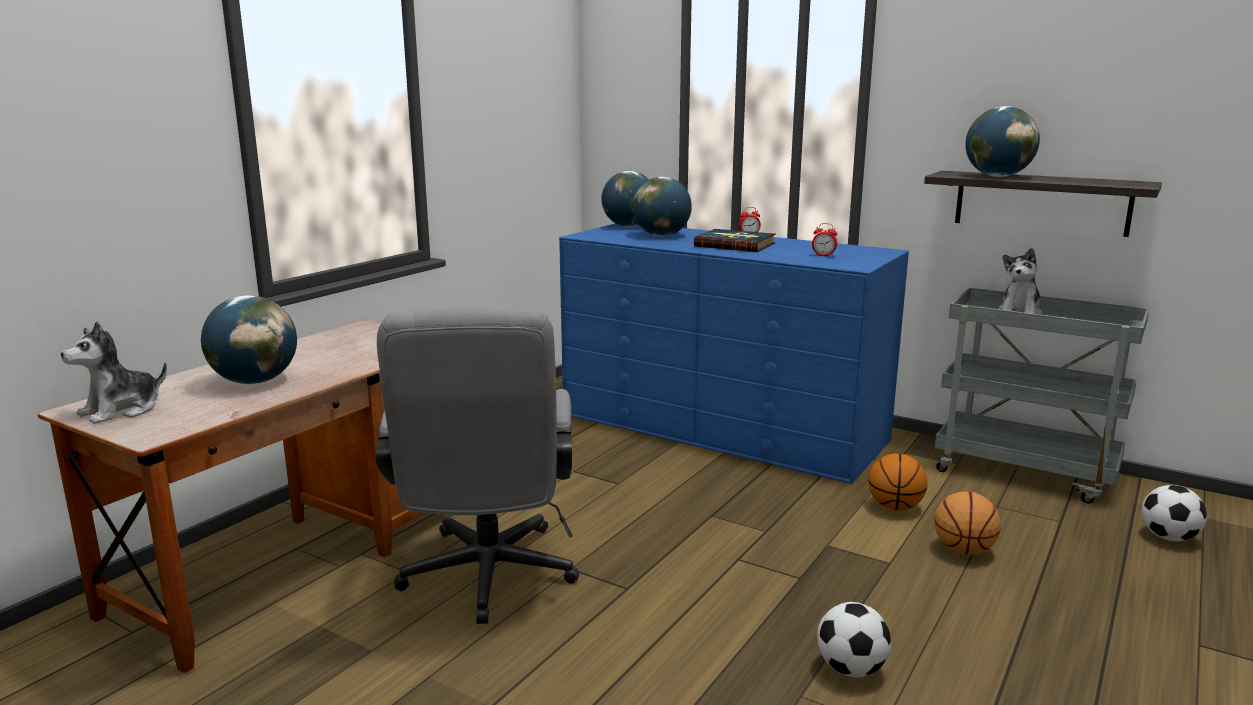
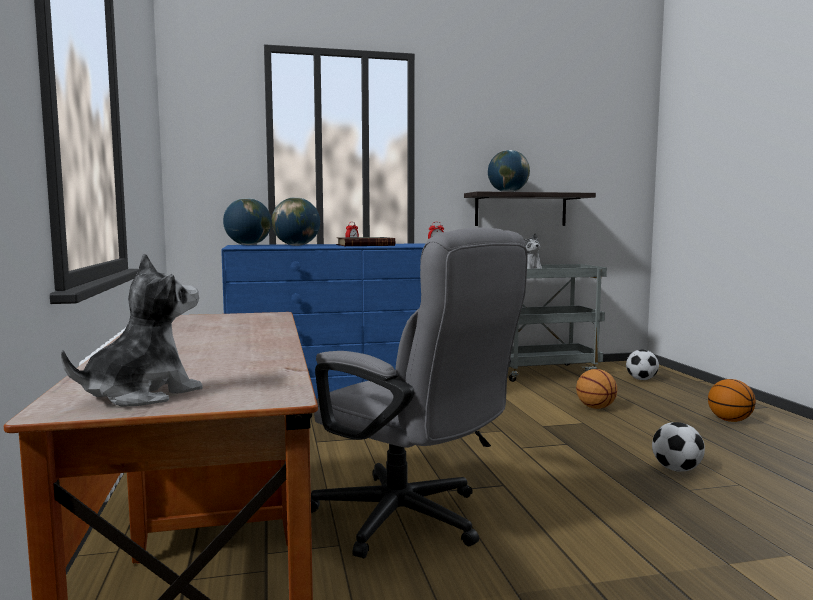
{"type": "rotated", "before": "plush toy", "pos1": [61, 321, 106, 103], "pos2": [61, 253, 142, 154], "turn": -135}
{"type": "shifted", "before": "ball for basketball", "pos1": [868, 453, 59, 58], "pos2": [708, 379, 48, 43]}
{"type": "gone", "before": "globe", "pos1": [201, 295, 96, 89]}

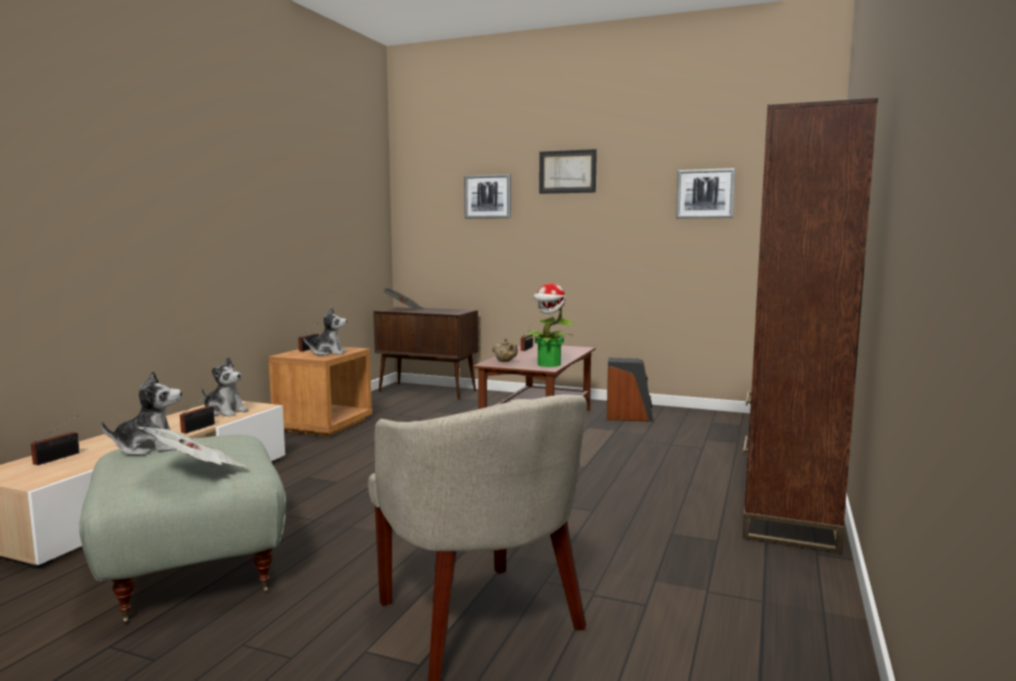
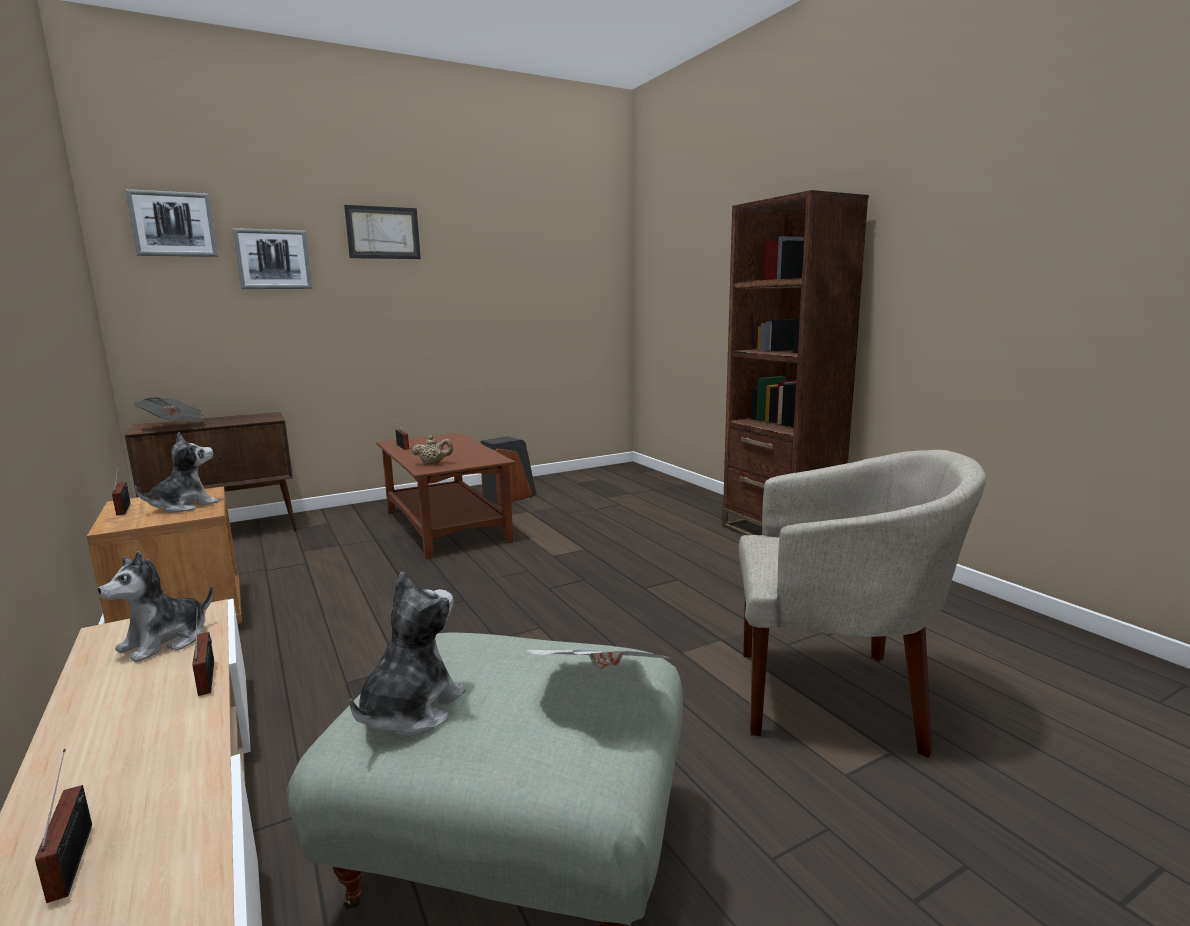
{"type": "rotated", "before": "plush toy", "pos1": [202, 357, 47, 60], "pos2": [98, 551, 115, 112], "turn": 150}
{"type": "shifted", "before": "picture", "pos1": [676, 168, 59, 50], "pos2": [125, 189, 93, 68]}
{"type": "gone", "before": "potted plant", "pos1": [522, 283, 52, 84]}

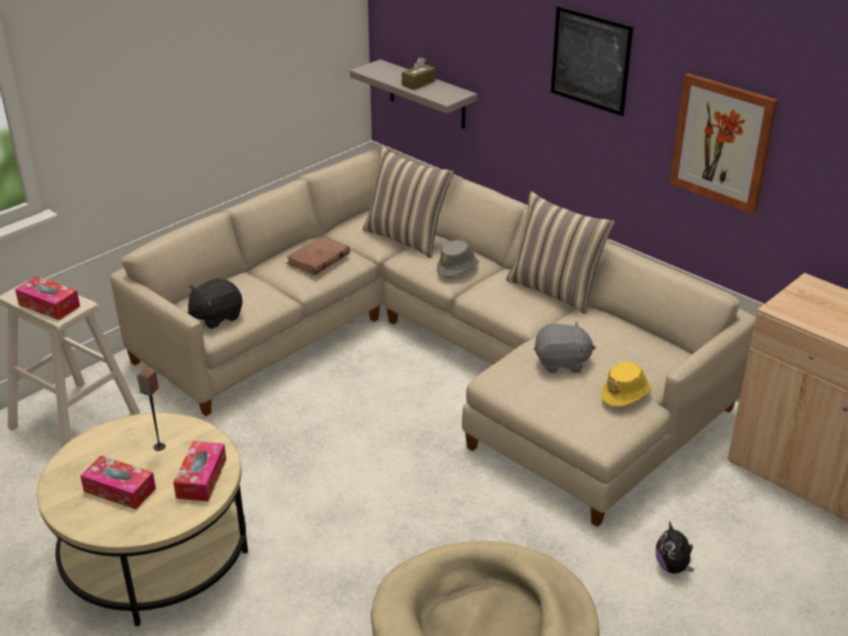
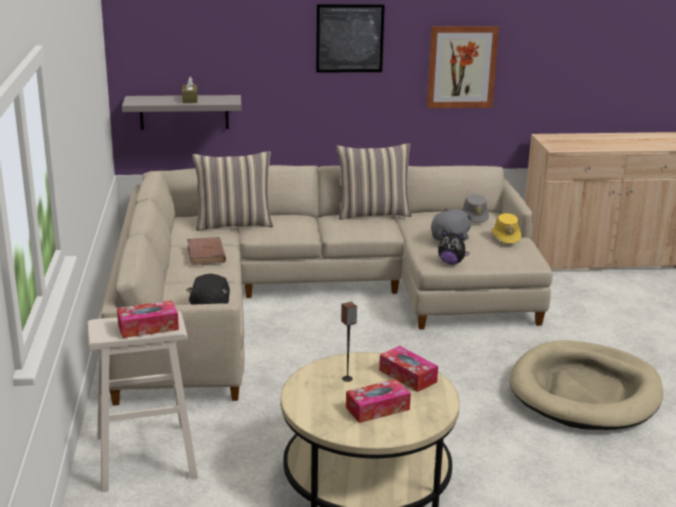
{"type": "shifted", "before": "plush toy", "pos1": [656, 522, 38, 52], "pos2": [438, 230, 32, 35]}
{"type": "shifted", "before": "clothing hat in gray", "pos1": [437, 240, 42, 37], "pos2": [462, 194, 27, 29]}

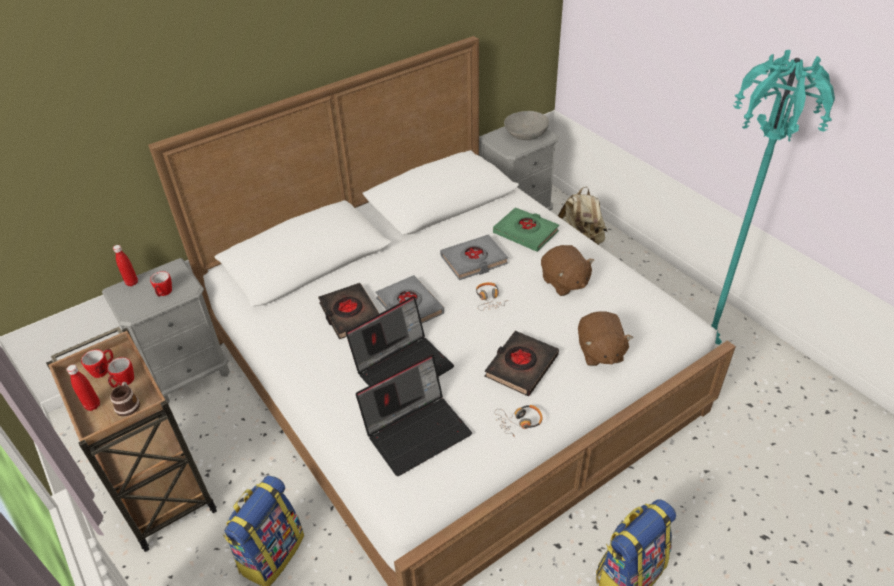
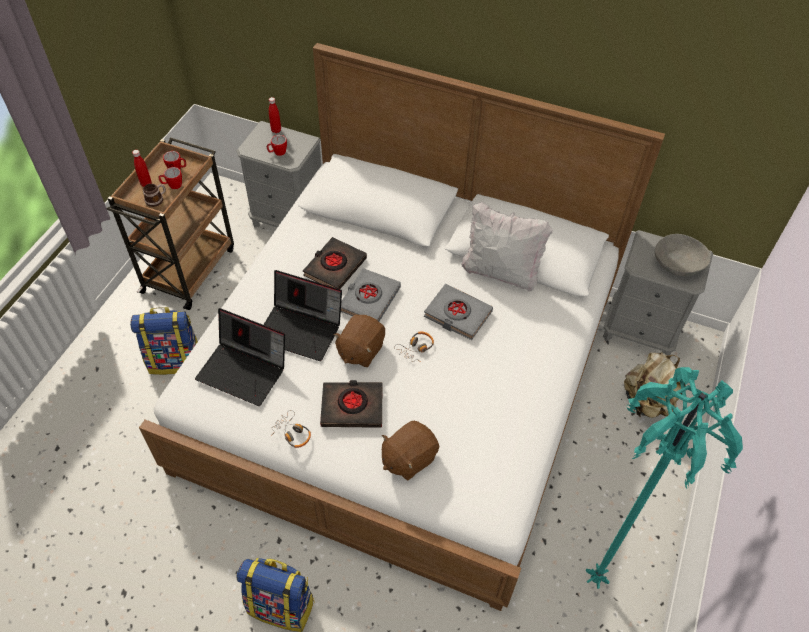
{"type": "shifted", "before": "plush toy in brown-coloured", "pos1": [541, 245, 53, 51], "pos2": [333, 315, 52, 52]}
{"type": "new", "after": "cushion in whitish", "pos2": [461, 201, 92, 91]}
{"type": "gone", "before": "volume in green-coloured", "pos1": [493, 207, 66, 45]}

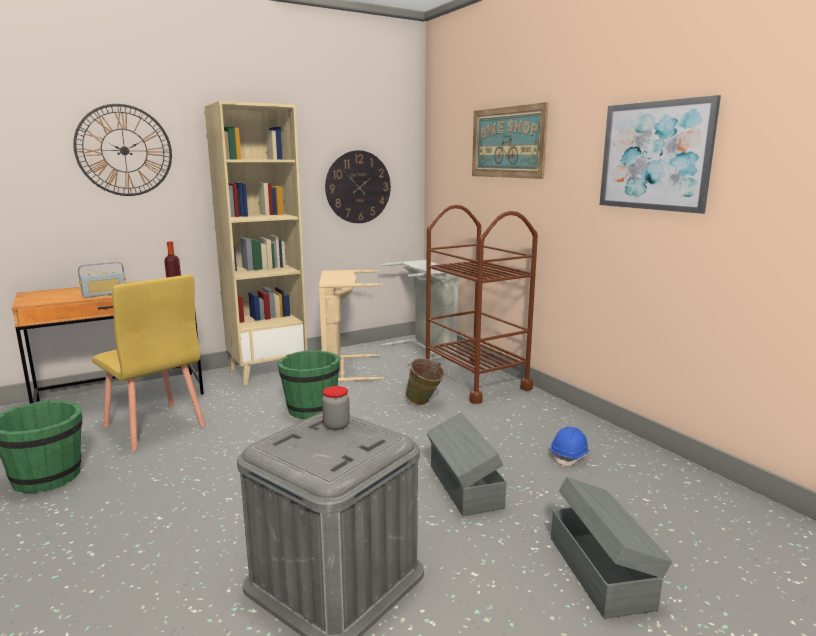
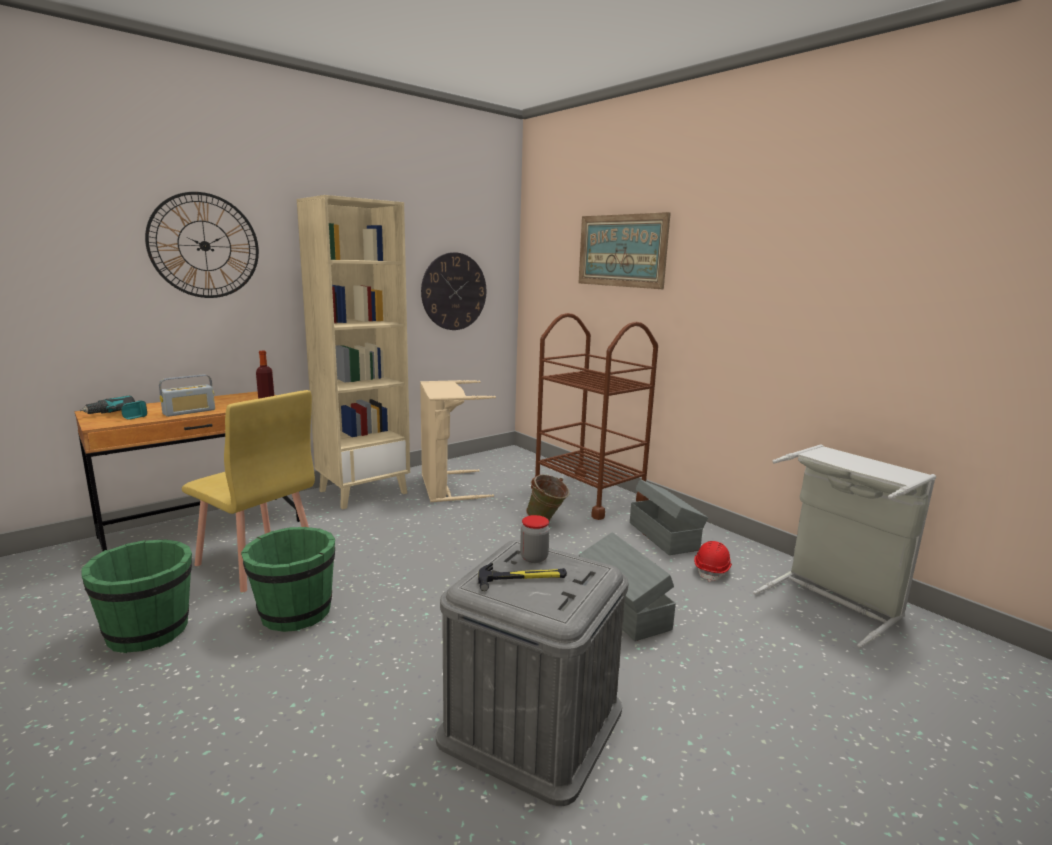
{"type": "new", "after": "drill", "pos2": [80, 396, 67, 24]}
{"type": "shifted", "before": "water bucket in green-coloured", "pos1": [277, 350, 63, 69], "pos2": [241, 527, 94, 105]}
{"type": "new", "after": "tool hammer", "pos2": [478, 563, 89, 28]}
{"type": "shifted", "before": "storage container in gray", "pos1": [551, 477, 121, 142], "pos2": [630, 479, 78, 76]}
{"type": "repainted", "before": "hard hat in blue-coloured", "after": "hard hat in reddish", "pos1": [551, 427, 39, 40], "pos2": [694, 541, 38, 41]}
{"type": "shifted", "before": "washing basket in gray", "pos1": [380, 260, 78, 104], "pos2": [753, 444, 183, 204]}
{"type": "gone", "before": "picture", "pos1": [600, 95, 121, 119]}

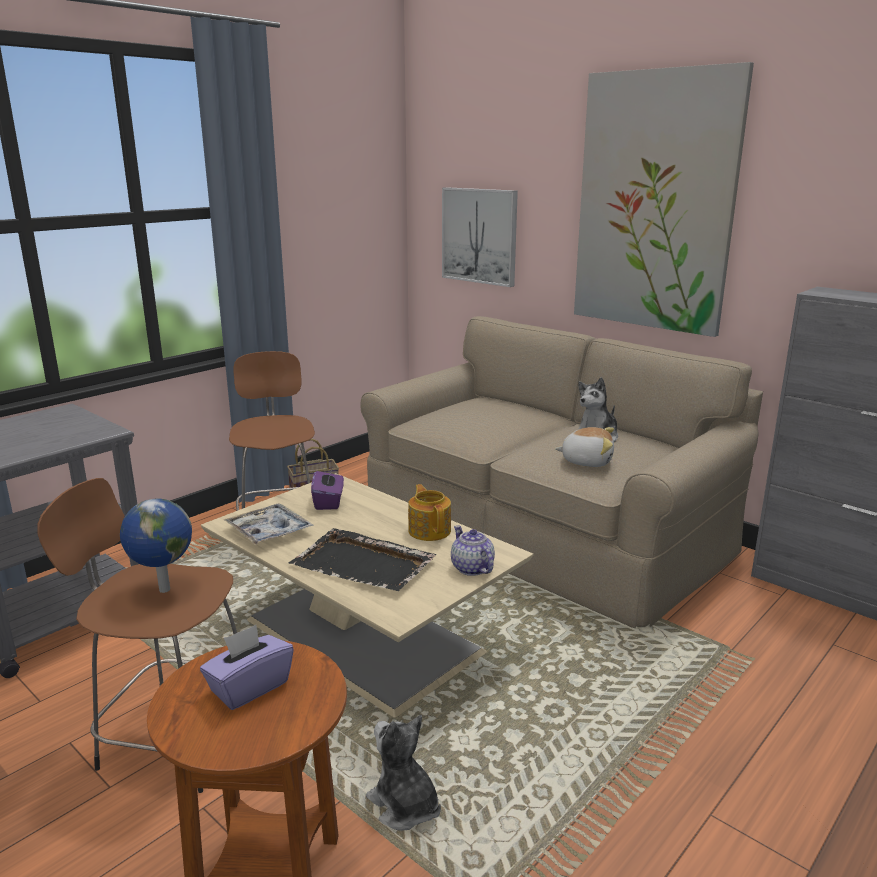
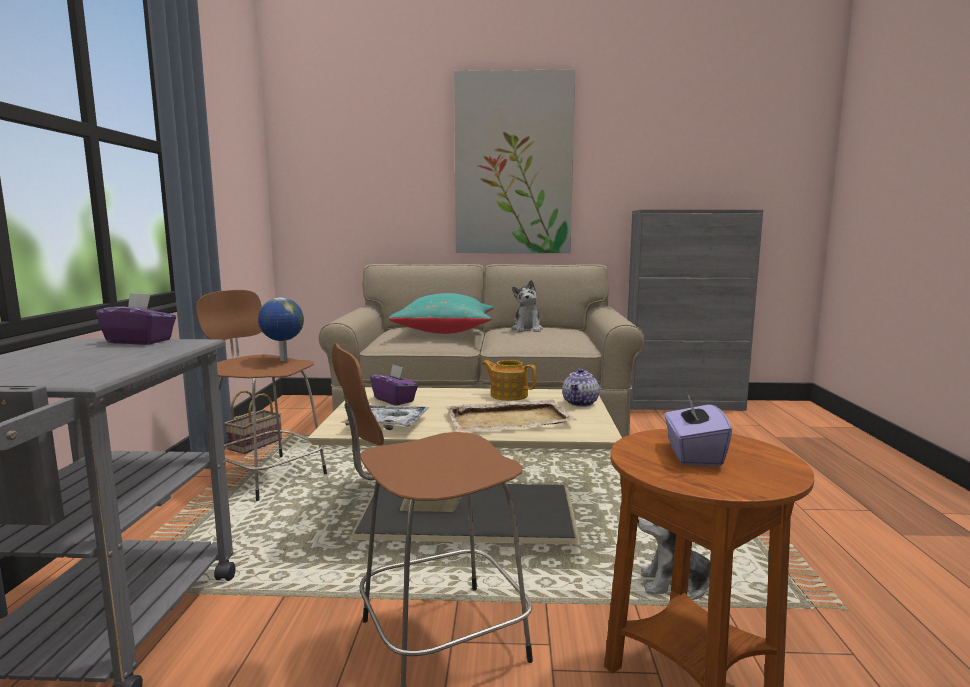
{"type": "new", "after": "box of tissues in purplish", "pos2": [96, 293, 80, 52]}
{"type": "shifted", "before": "globe", "pos1": [120, 499, 72, 94], "pos2": [258, 297, 46, 64]}
{"type": "new", "after": "cushion in turquoise-coloured", "pos2": [389, 293, 105, 41]}
{"type": "repainted", "before": "tray in black", "after": "tray in sand-coloured", "pos1": [289, 528, 147, 63], "pos2": [446, 400, 130, 32]}
{"type": "rotated", "before": "teapot", "pos1": [451, 526, 44, 50], "pos2": [562, 368, 37, 39], "turn": -90}
{"type": "gone", "before": "picture", "pos1": [442, 187, 76, 100]}
{"type": "gone", "before": "plush toy", "pos1": [555, 427, 59, 40]}

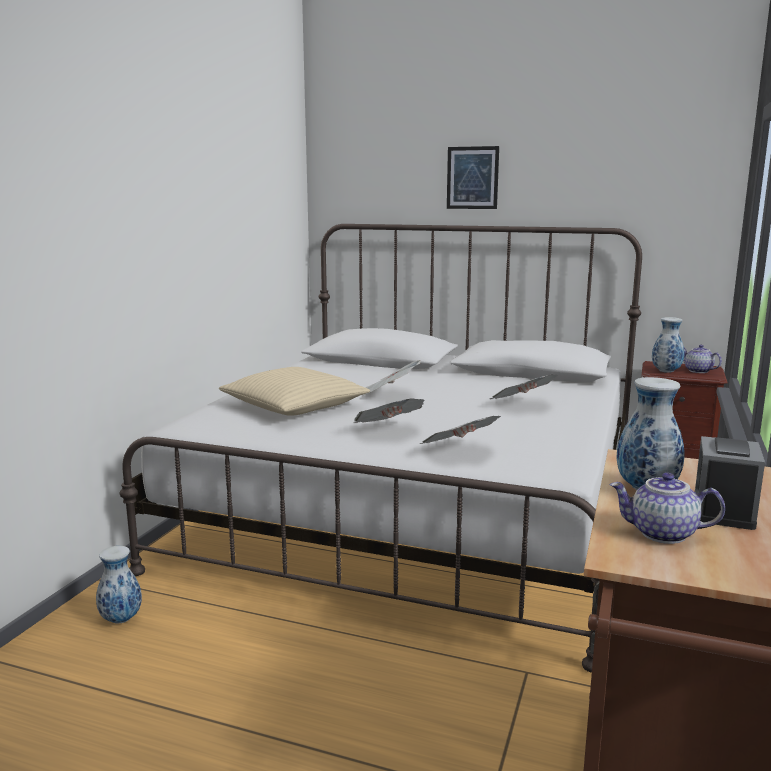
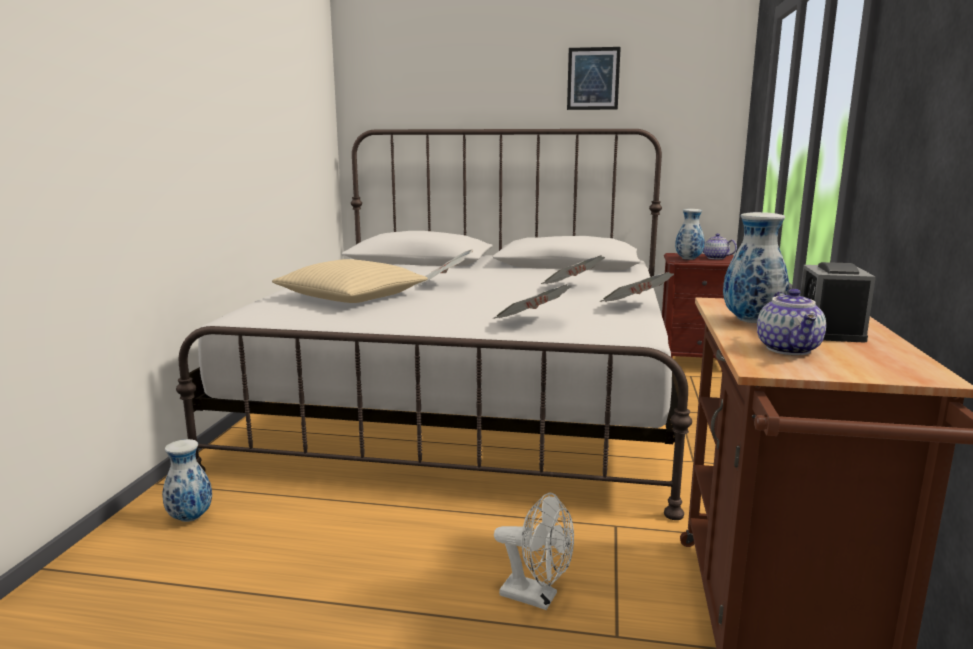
{"type": "new", "after": "cooling fan in whitish", "pos2": [494, 492, 80, 118]}
{"type": "shifted", "before": "picture", "pos1": [447, 146, 52, 63], "pos2": [567, 47, 54, 63]}
{"type": "shifted", "before": "printed paper", "pos1": [354, 398, 71, 25], "pos2": [599, 272, 75, 30]}
{"type": "rotated", "before": "teapot", "pos1": [609, 473, 116, 71], "pos2": [757, 289, 69, 66], "turn": -90}

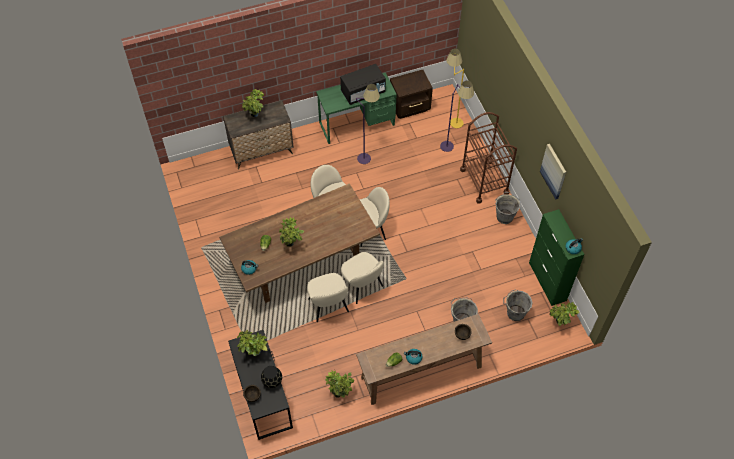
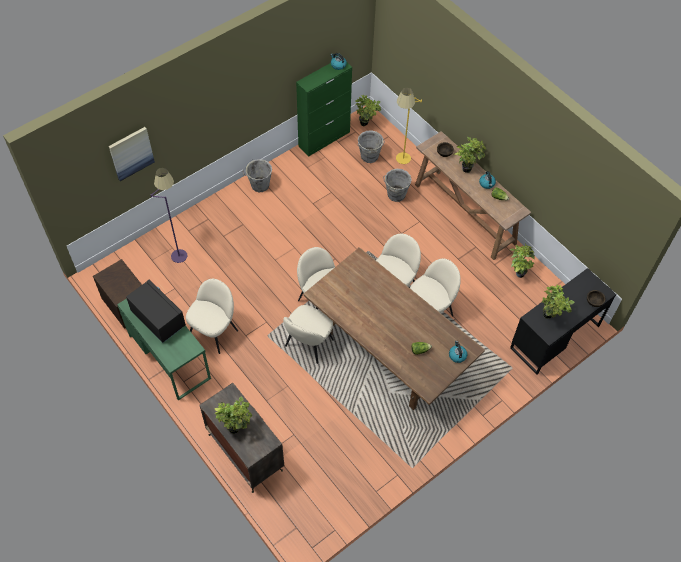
{"type": "shifted", "before": "picture", "pos1": [540, 144, 26, 56], "pos2": [109, 127, 46, 54]}
{"type": "swapped", "before": "floor lamp in purplish", "after": "chair in sand-coloured", "pos1": [356, 84, 24, 80], "pos2": [186, 279, 52, 75]}
{"type": "shifted", "before": "floor lamp in yellow-coloured", "pos1": [446, 49, 18, 79], "pos2": [396, 88, 26, 76]}
{"type": "shifted", "before": "potted plant", "pos1": [279, 217, 25, 29], "pos2": [453, 137, 33, 36]}
{"type": "gone", "before": "decorative vase in black", "pos1": [261, 366, 21, 22]}
{"type": "gone", "before": "cart in brown-coloured", "pos1": [460, 112, 57, 92]}

